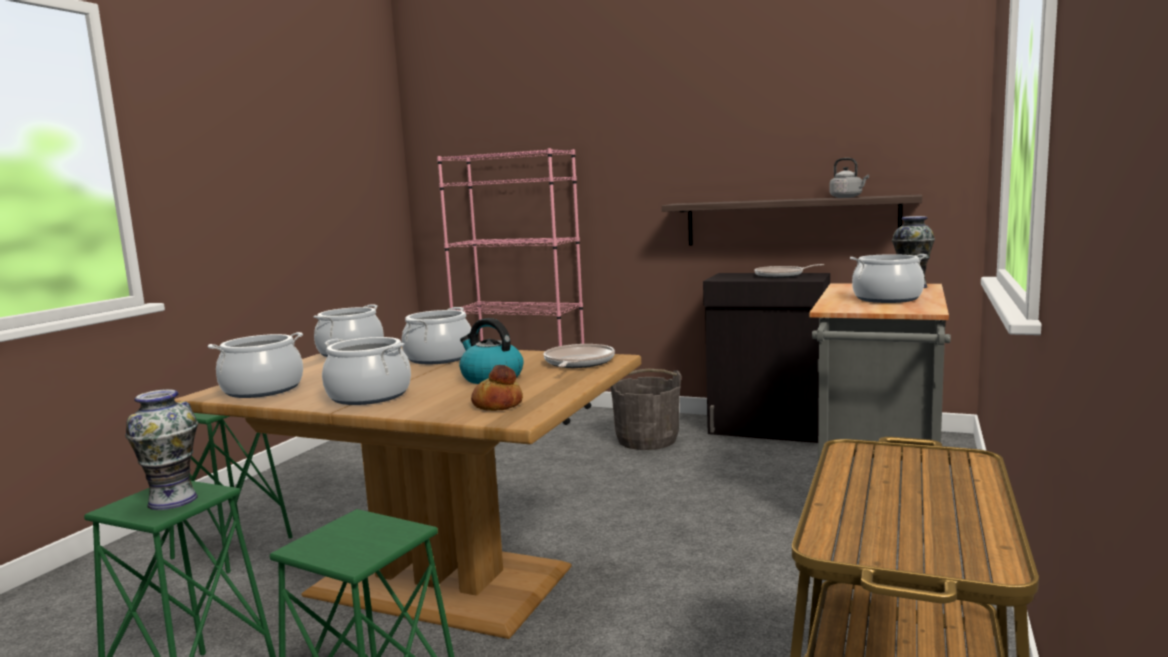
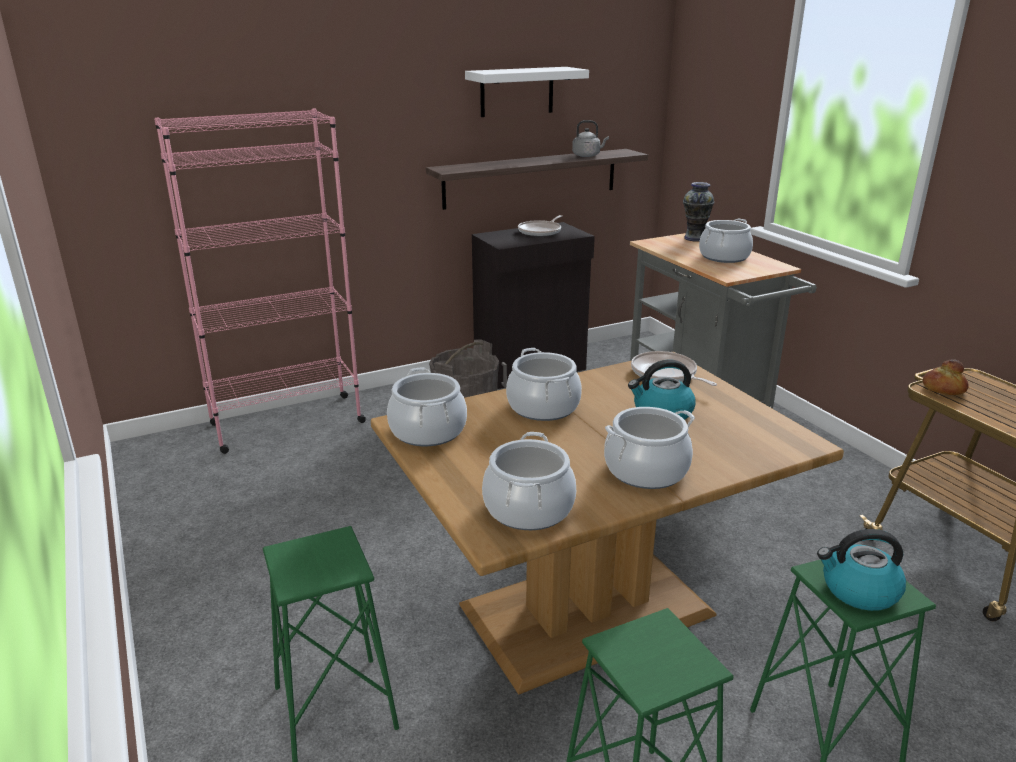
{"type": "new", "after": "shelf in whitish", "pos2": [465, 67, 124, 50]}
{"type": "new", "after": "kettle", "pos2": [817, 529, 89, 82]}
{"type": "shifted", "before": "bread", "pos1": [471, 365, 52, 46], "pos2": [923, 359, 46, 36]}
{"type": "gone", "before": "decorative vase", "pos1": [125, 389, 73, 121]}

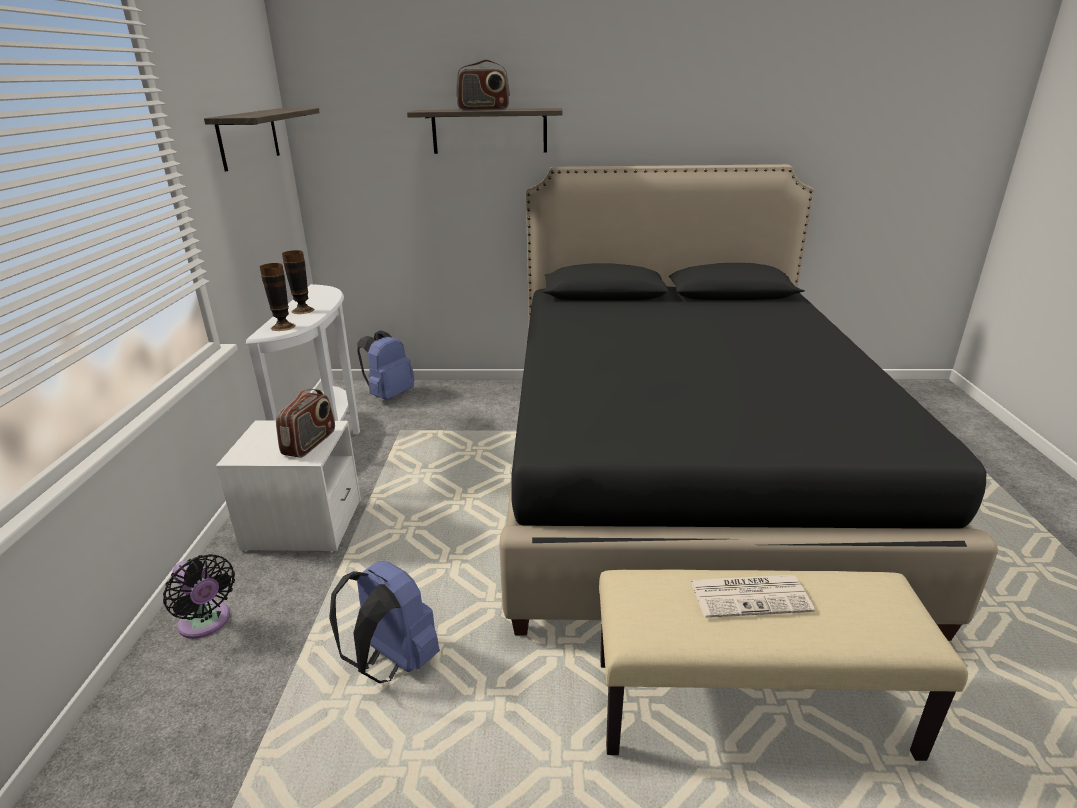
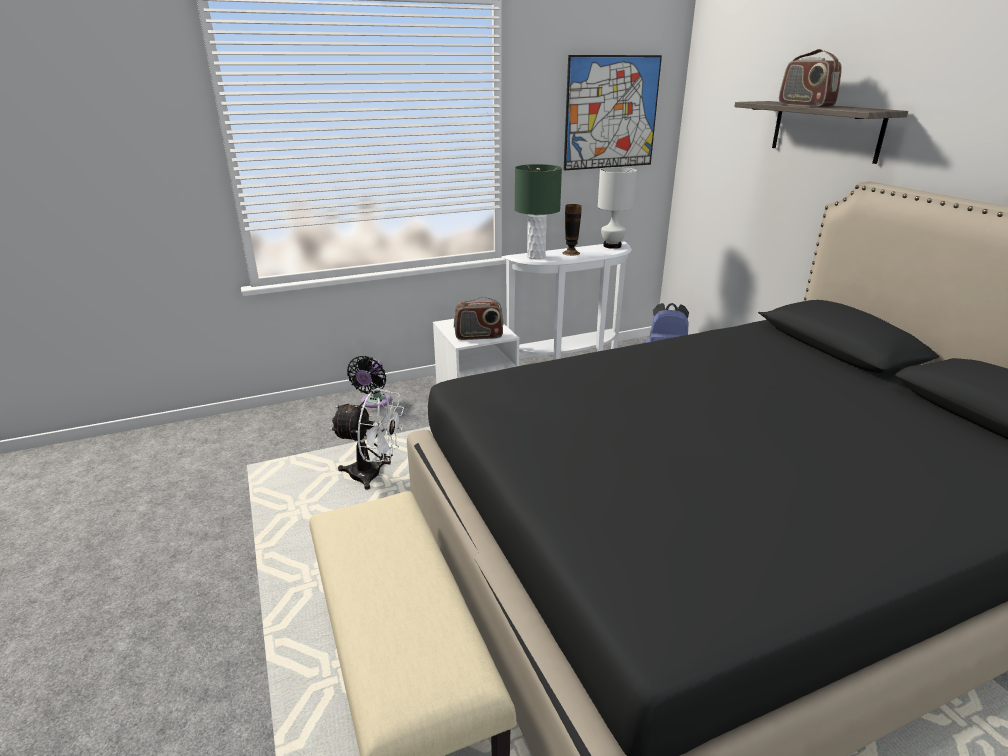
{"type": "swapped", "before": "rucksack in blue-coloured", "after": "cooling fan in whitish", "pos1": [329, 561, 111, 122], "pos2": [330, 388, 74, 102]}
{"type": "swapped", "before": "decorative vase", "after": "tabletop lamp in green-coloured", "pos1": [260, 263, 36, 68], "pos2": [515, 164, 47, 95]}
{"type": "swapped", "before": "shelf", "after": "picture", "pos1": [204, 108, 116, 63], "pos2": [564, 55, 98, 116]}
{"type": "new", "after": "tabletop lamp in whitish", "pos2": [598, 167, 39, 82]}
{"type": "gone", "before": "printed paper", "pos1": [690, 575, 125, 43]}

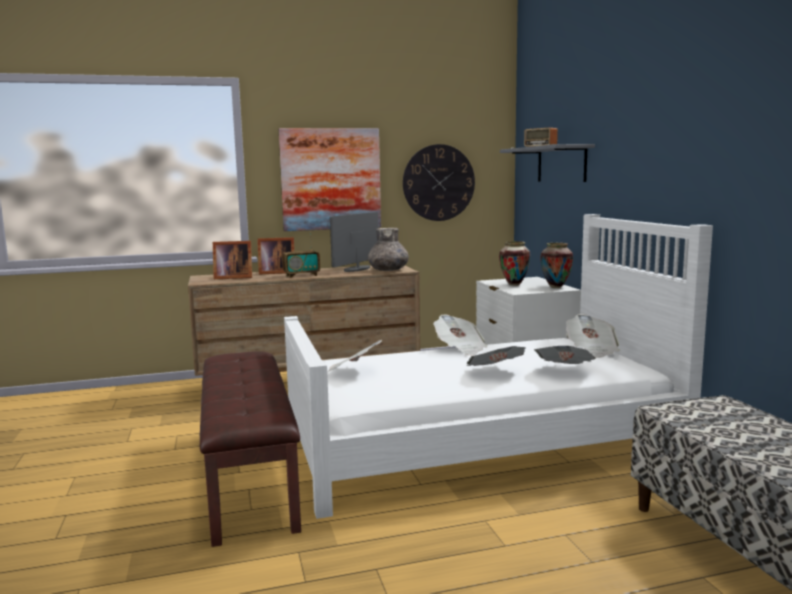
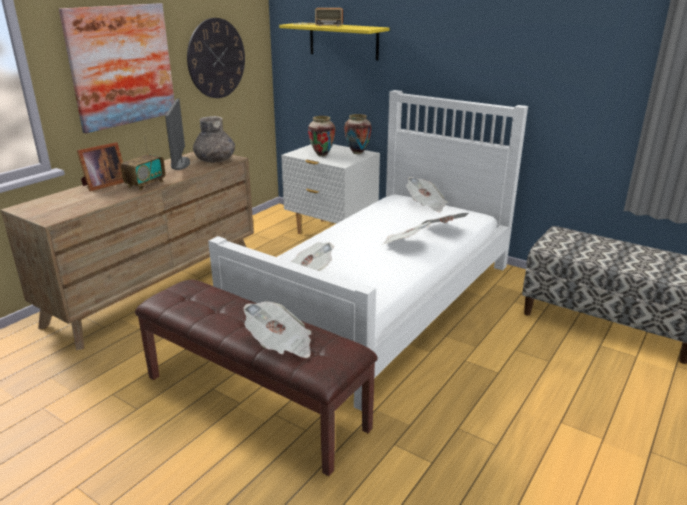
{"type": "shifted", "before": "printed paper", "pos1": [433, 315, 54, 41], "pos2": [244, 301, 67, 57]}
{"type": "repainted", "before": "shelf in gray", "after": "shelf in yellow-coloured", "pos1": [500, 144, 95, 38], "pos2": [279, 22, 111, 38]}
{"type": "gone", "before": "photo frame", "pos1": [213, 241, 39, 38]}

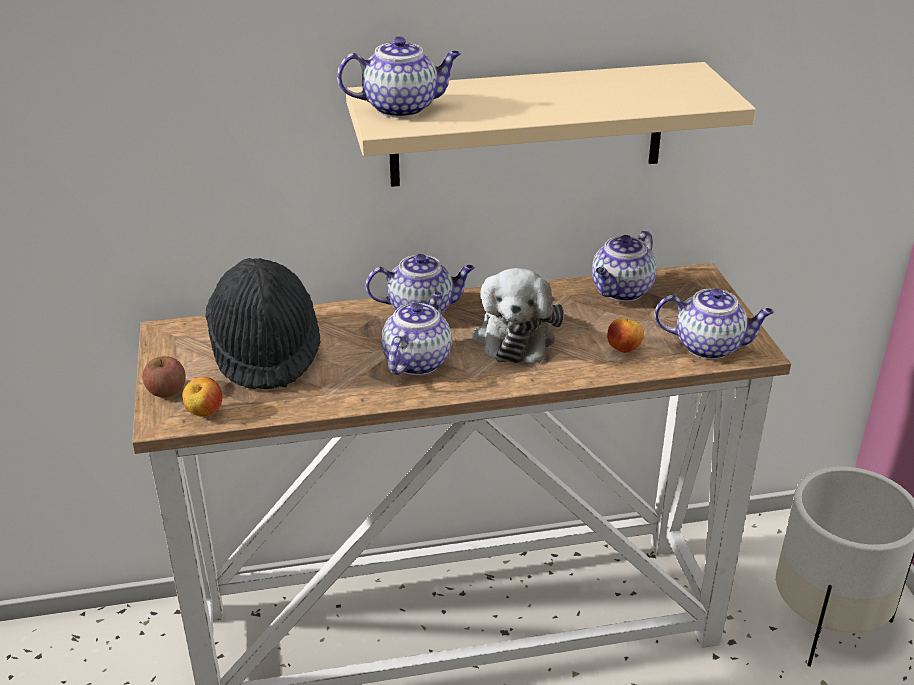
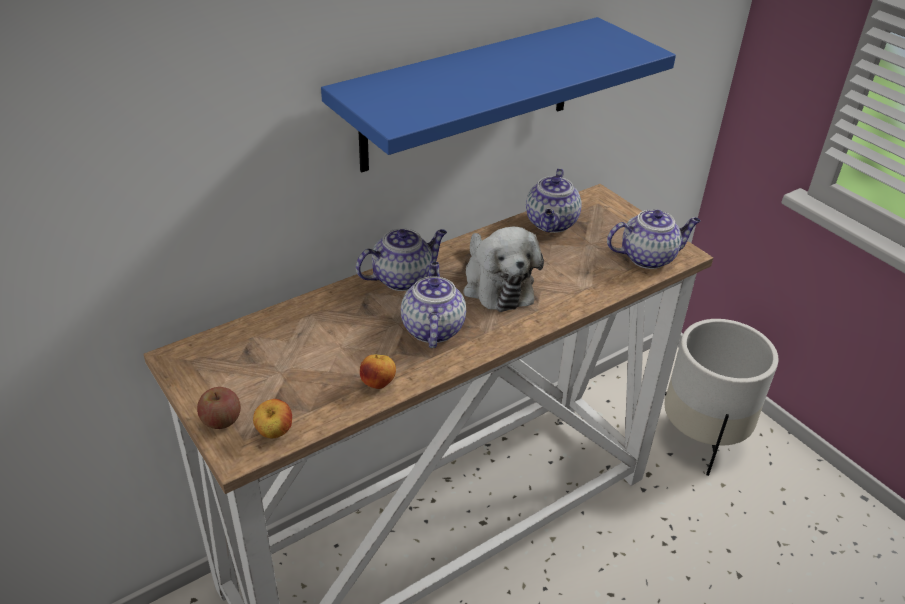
{"type": "repainted", "before": "shelf in sand-coloured", "after": "shelf in blue-coloured", "pos1": [346, 62, 410, 125], "pos2": [321, 17, 355, 155]}
{"type": "shifted", "before": "apple", "pos1": [607, 318, 37, 35], "pos2": [360, 355, 36, 34]}
{"type": "gone", "before": "clothing hat in black", "pos1": [205, 258, 116, 131]}
{"type": "gone", "before": "teapot", "pos1": [337, 36, 124, 82]}

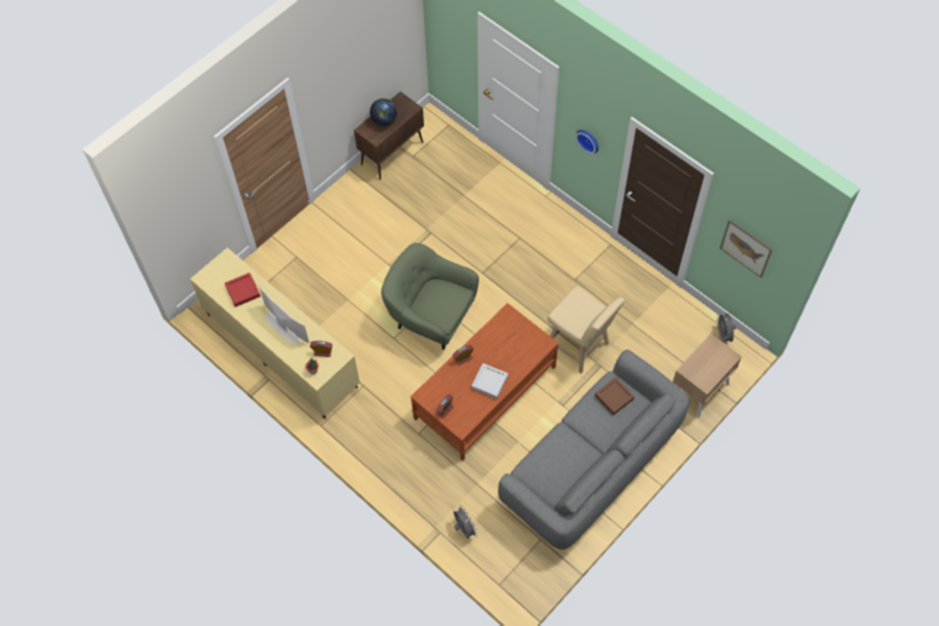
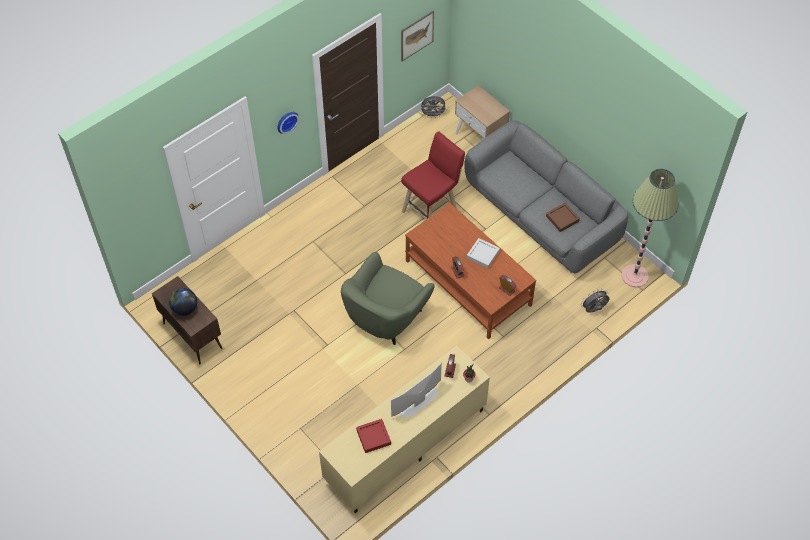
{"type": "repainted", "before": "stool seat in sand-coloured", "after": "stool seat in reddish", "pos1": [547, 286, 78, 88], "pos2": [401, 132, 64, 87]}
{"type": "shifted", "before": "tray in brown-coloured", "pos1": [595, 377, 40, 38], "pos2": [546, 203, 34, 29]}
{"type": "new", "after": "floor lamp", "pos2": [621, 169, 58, 118]}

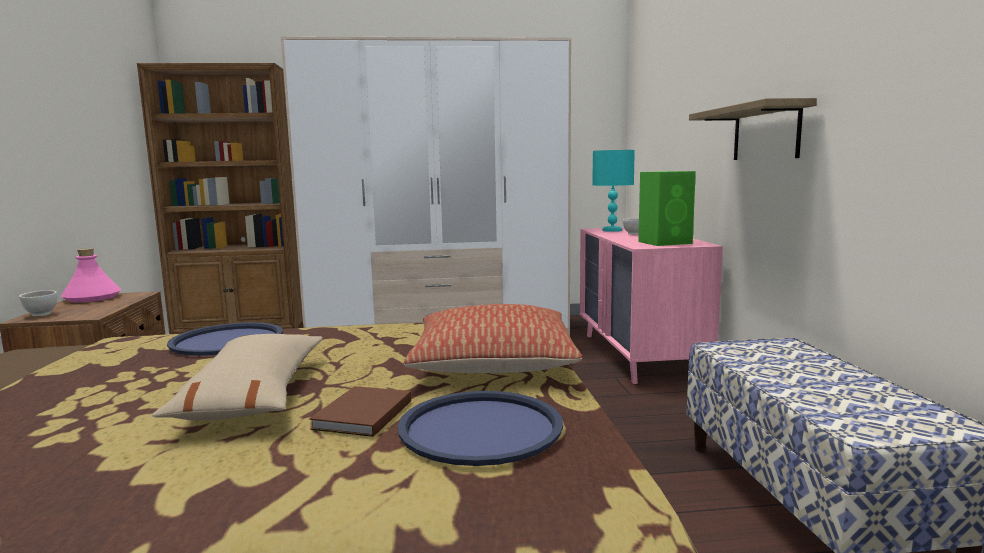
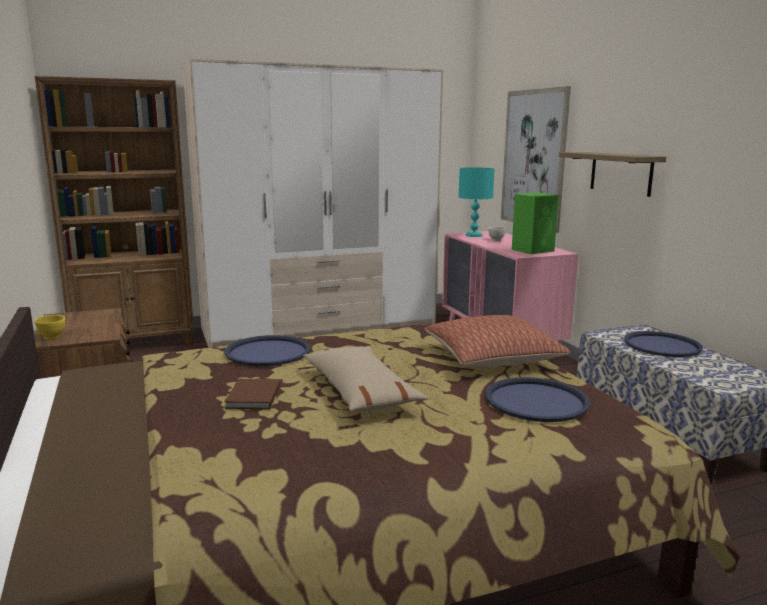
{"type": "repainted", "before": "bowl in whitish", "after": "bowl in yellow-coloured", "pos1": [19, 290, 38, 26], "pos2": [34, 315, 31, 24]}
{"type": "shifted", "before": "volume in brown-coloured", "pos1": [310, 386, 101, 51], "pos2": [224, 379, 56, 30]}
{"type": "new", "after": "picture", "pos2": [501, 86, 70, 147]}
{"type": "new", "after": "tray in blue-coloured", "pos2": [624, 331, 79, 26]}
{"type": "gone", "before": "bottle in pink-coloured", "pos1": [61, 248, 60, 55]}

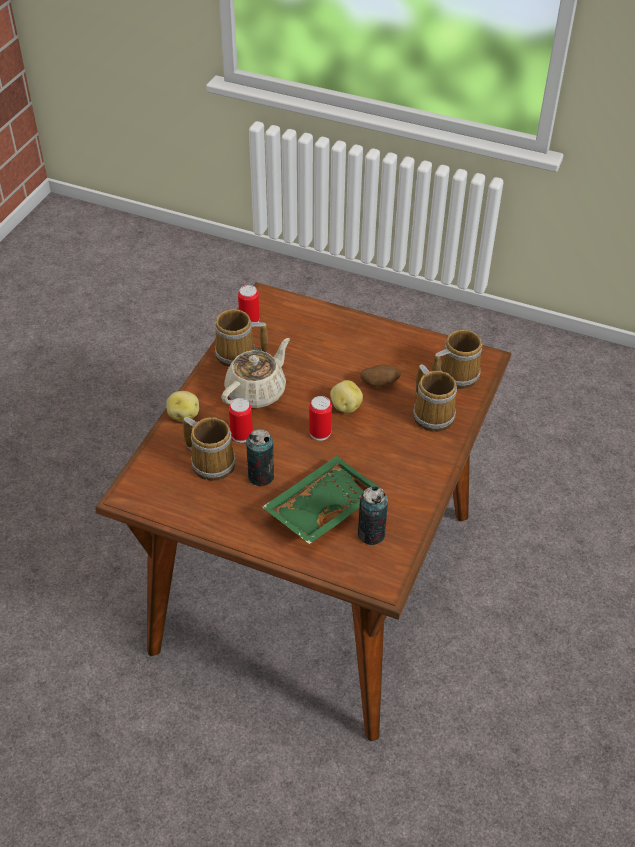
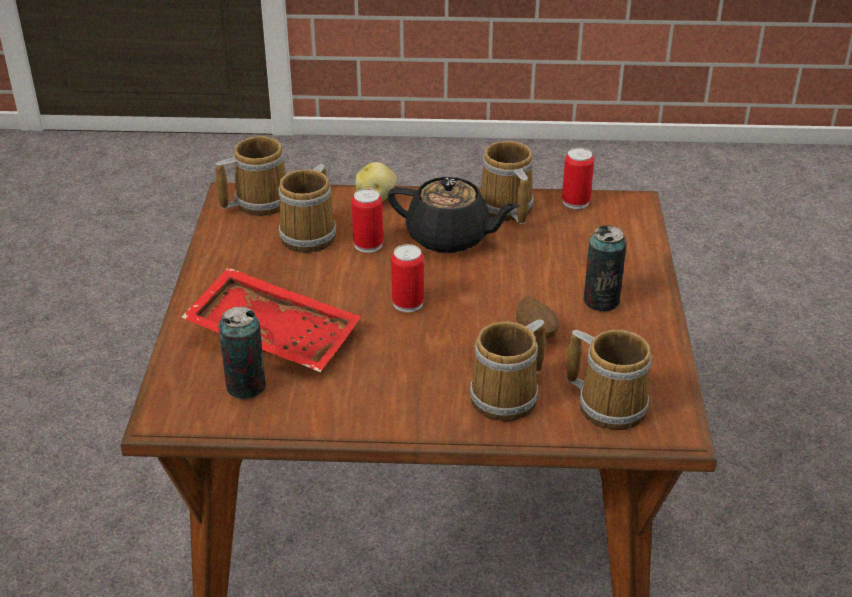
{"type": "repainted", "before": "tray in green-coloured", "after": "tray in reddish", "pos1": [262, 456, 121, 88], "pos2": [181, 267, 180, 105]}
{"type": "new", "after": "tea mug", "pos2": [216, 136, 70, 80]}
{"type": "repainted", "before": "teapot in sand-coloured", "after": "teapot in black", "pos1": [221, 338, 69, 70], "pos2": [388, 177, 132, 76]}
{"type": "shifted", "before": "can", "pos1": [246, 429, 28, 57], "pos2": [583, 225, 44, 86]}
{"type": "gone", "before": "potato", "pos1": [330, 380, 33, 33]}

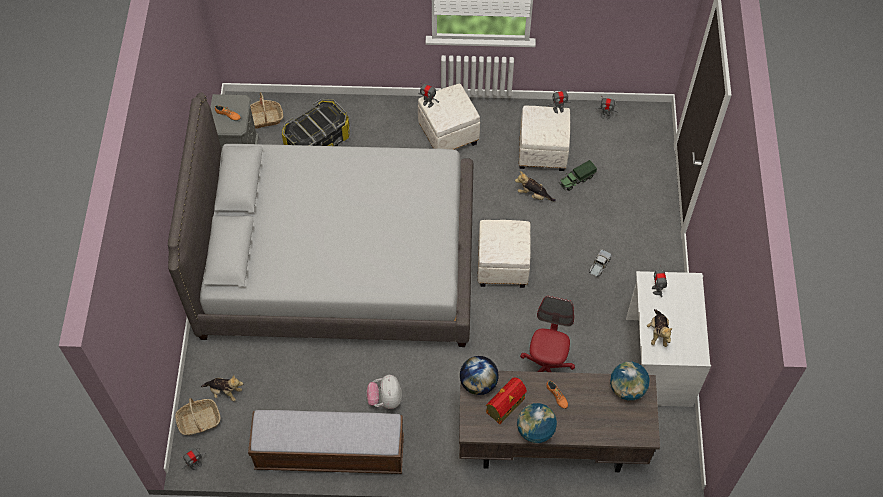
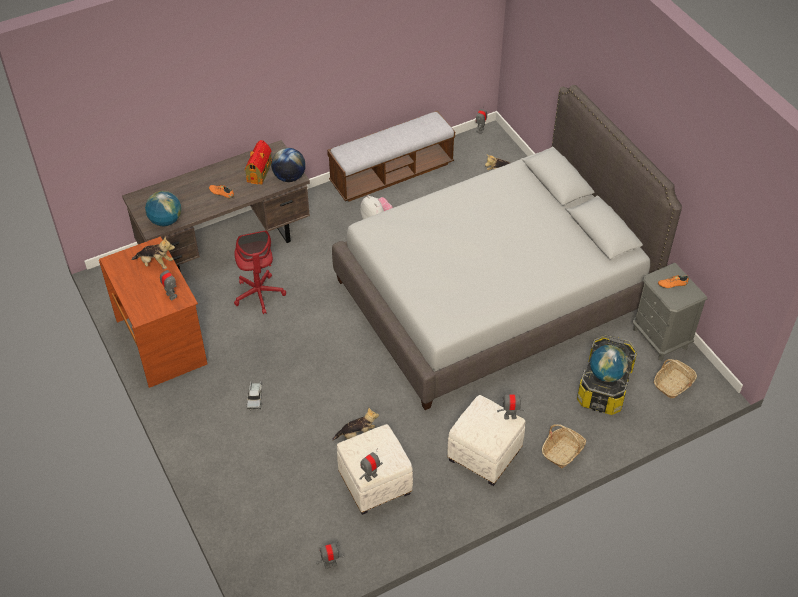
{"type": "repainted", "before": "desk table in whitish", "after": "desk table in brown-coloured", "pos1": [626, 271, 85, 136], "pos2": [99, 237, 109, 151]}
{"type": "rotated", "before": "plush toy", "pos1": [647, 309, 26, 38], "pos2": [131, 237, 44, 32], "turn": 135}
{"type": "shifted", "before": "household basket", "pos1": [175, 398, 46, 37], "pos2": [542, 424, 44, 44]}
{"type": "shifted", "before": "globe", "pos1": [517, 403, 40, 40], "pos2": [590, 345, 38, 37]}
{"type": "gone", "before": "pouffe in whitish", "pos1": [477, 220, 54, 68]}
{"type": "gone", "before": "toy truck", "pos1": [559, 160, 38, 31]}

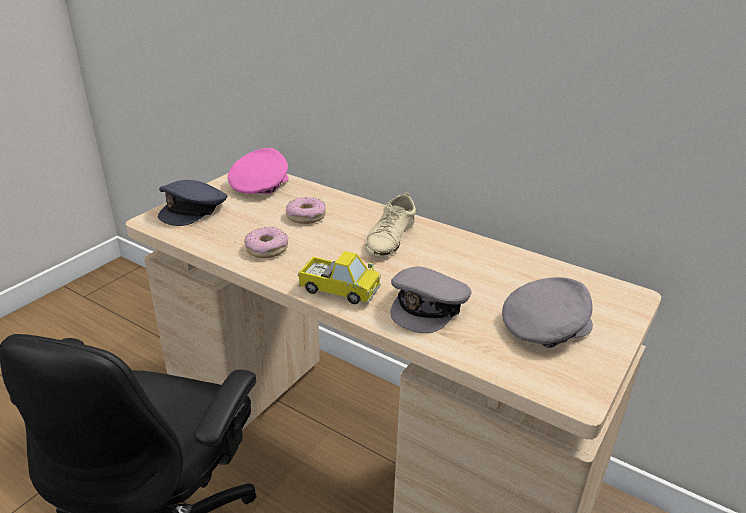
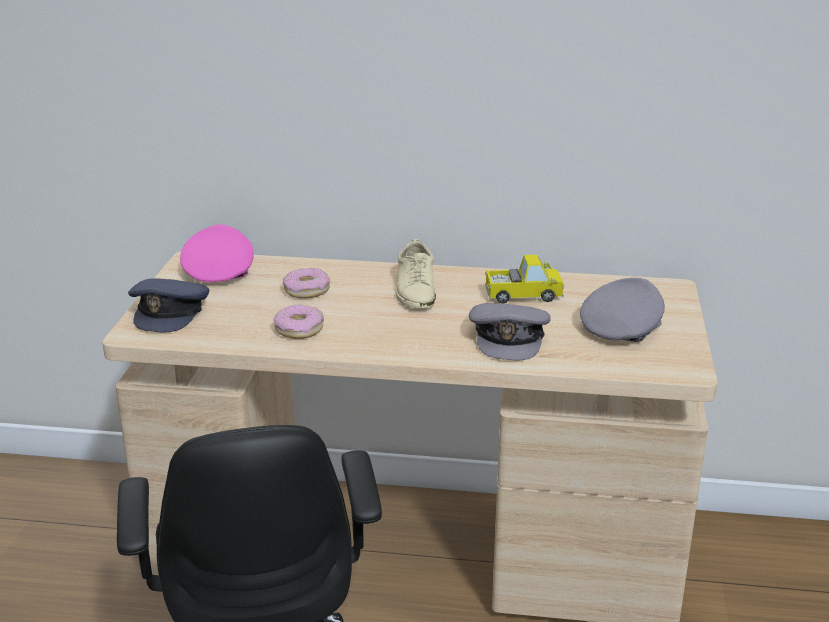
{"type": "shifted", "before": "toy truck", "pos1": [298, 251, 83, 53], "pos2": [485, 255, 79, 49]}

